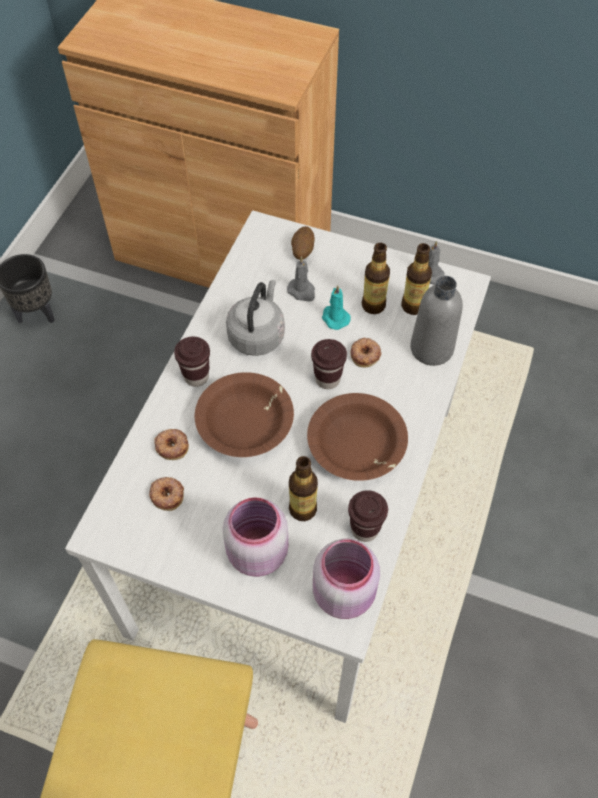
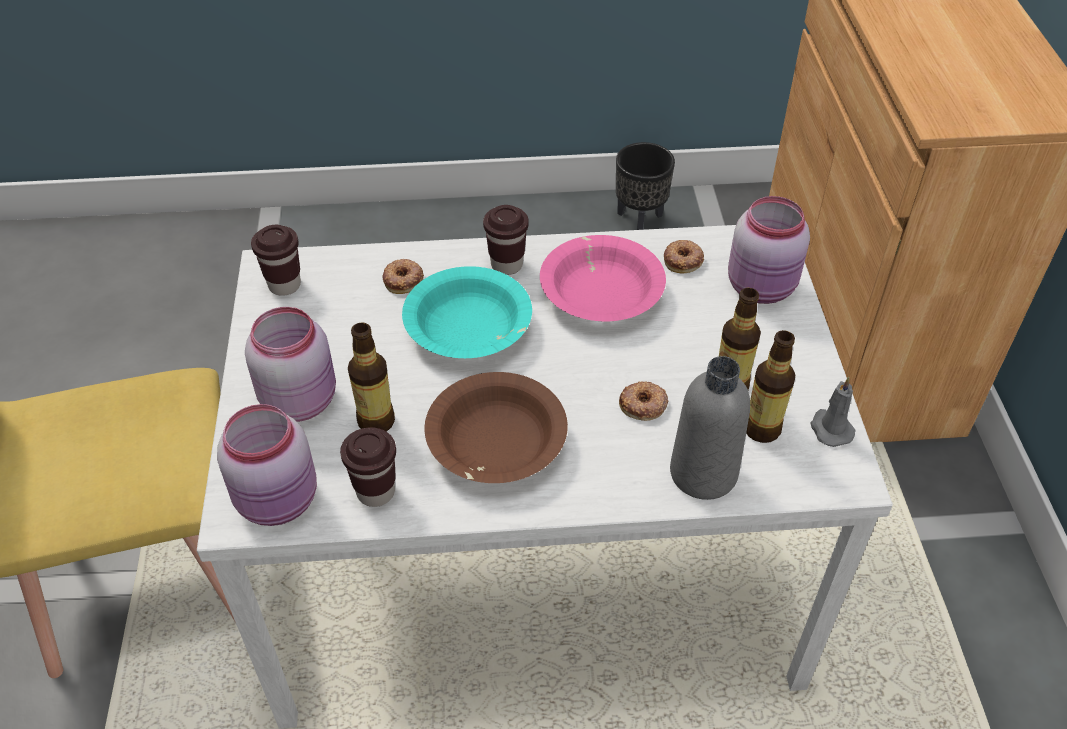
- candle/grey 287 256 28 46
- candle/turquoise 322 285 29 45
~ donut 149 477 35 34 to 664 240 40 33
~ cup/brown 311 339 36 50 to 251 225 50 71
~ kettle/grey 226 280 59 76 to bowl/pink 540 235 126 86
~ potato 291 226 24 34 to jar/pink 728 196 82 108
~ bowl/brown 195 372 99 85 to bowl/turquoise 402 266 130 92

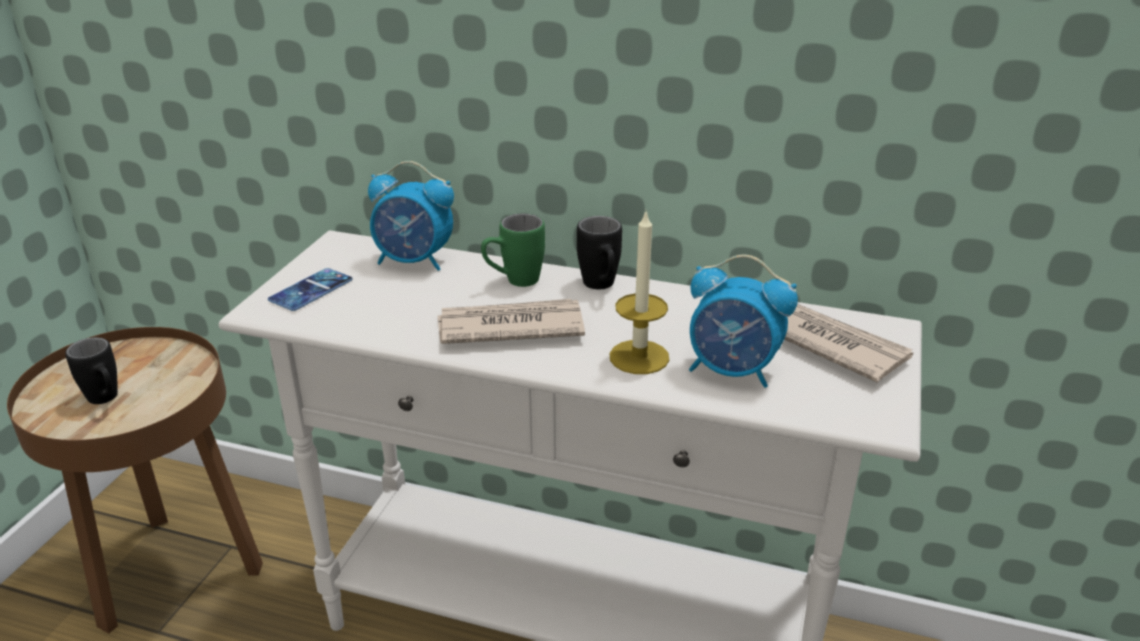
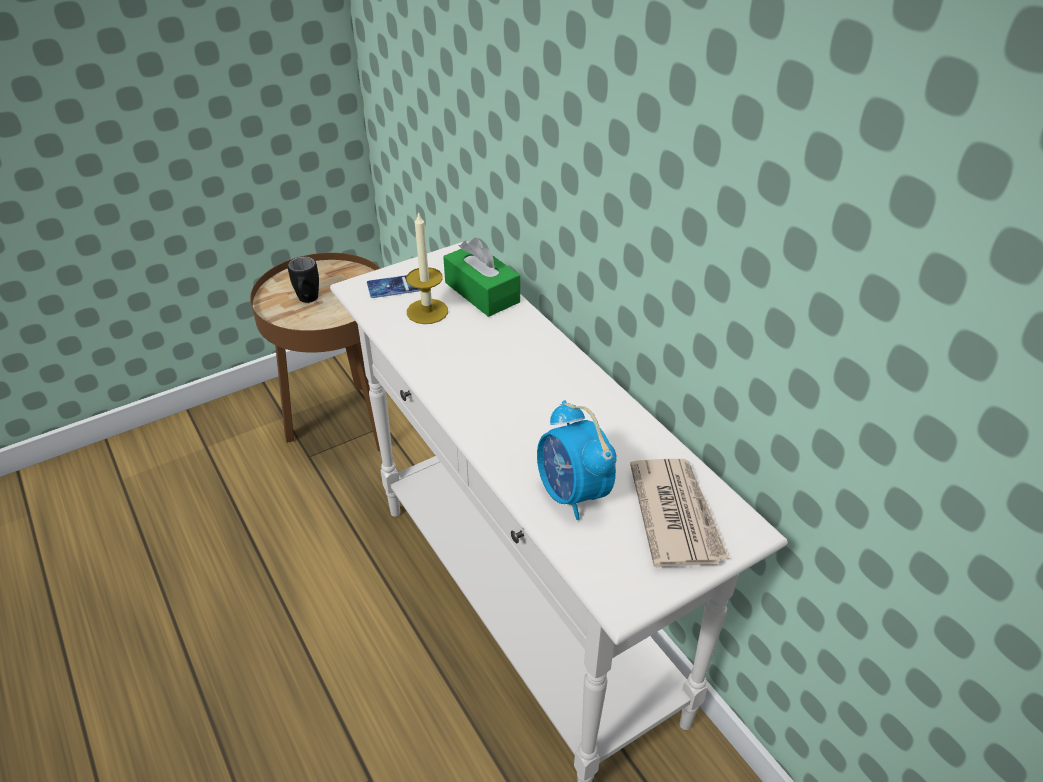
- newspaper 437 299 148 45
- mug/green 481 213 64 74
- mug/black 577 216 45 73
~ candle 610 212 59 162 to 406 211 42 113
~ alarm clock 368 161 86 110 to tissue box/green 443 238 77 79

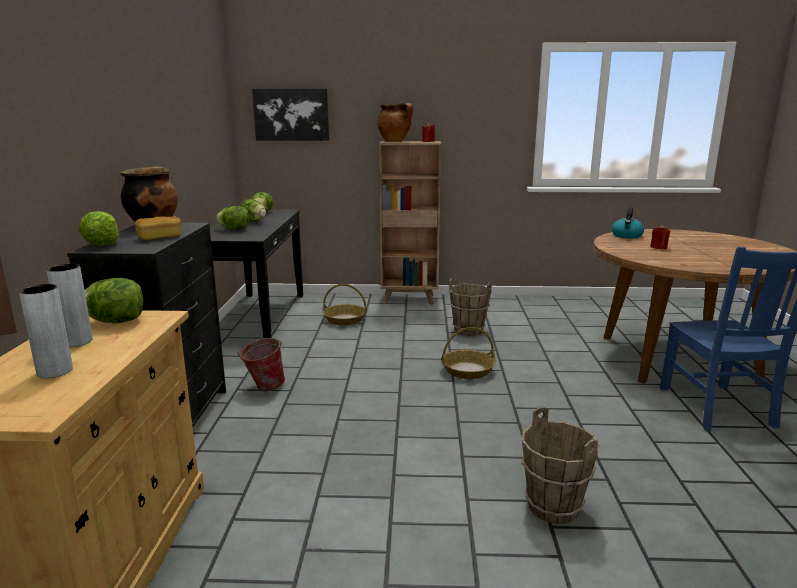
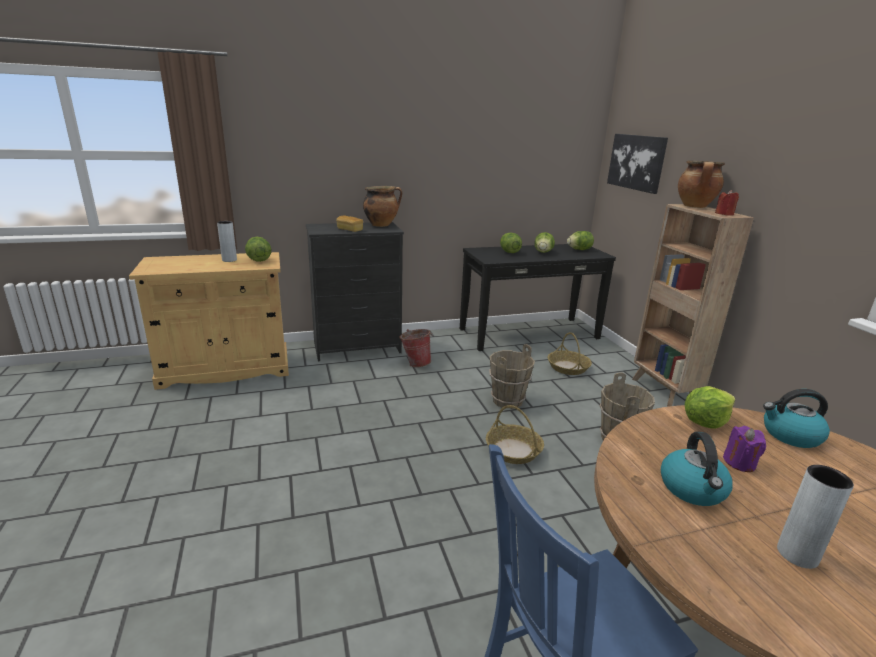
+ kettle 661 431 72 75
~ vase/grey 19 284 54 94 to 777 465 77 104
~ lettuce 79 211 40 35 to 685 386 51 43
~ bucket/brown 522 407 78 117 to 489 344 46 65
~ candle/red 650 225 21 24 to candle/purple 723 426 43 46

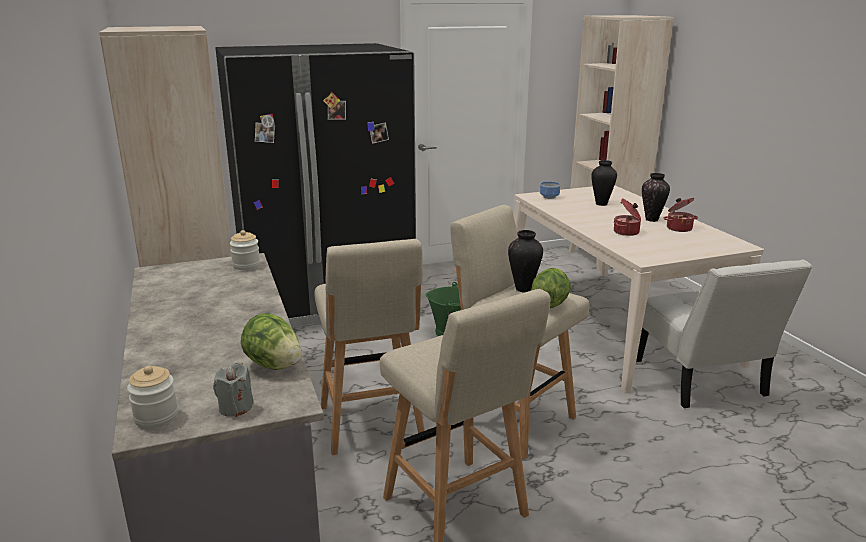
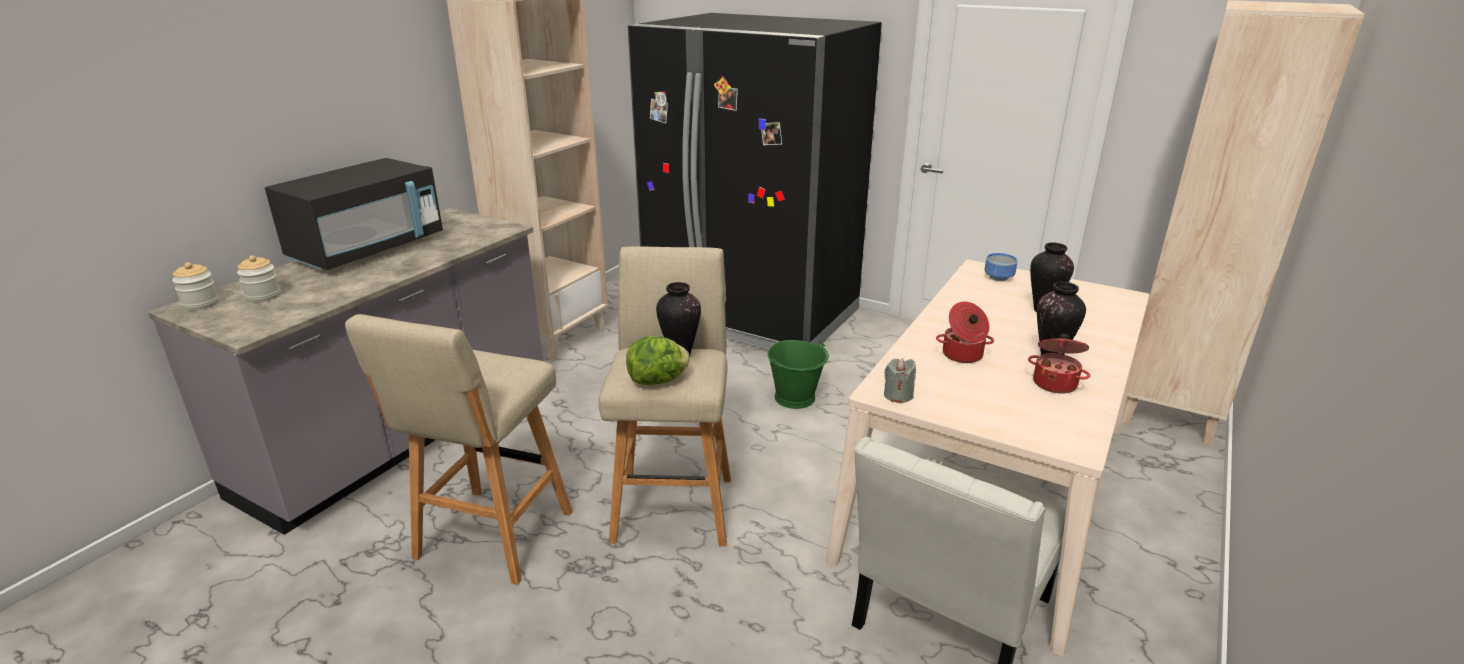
- lettuce 241 313 61 57
- stool/beige 314 239 111 216
+ microwave/black 265 158 178 112
~ candle/grey 213 362 41 55 to 884 358 32 45
~ jar 230 230 30 40 to 237 255 44 48

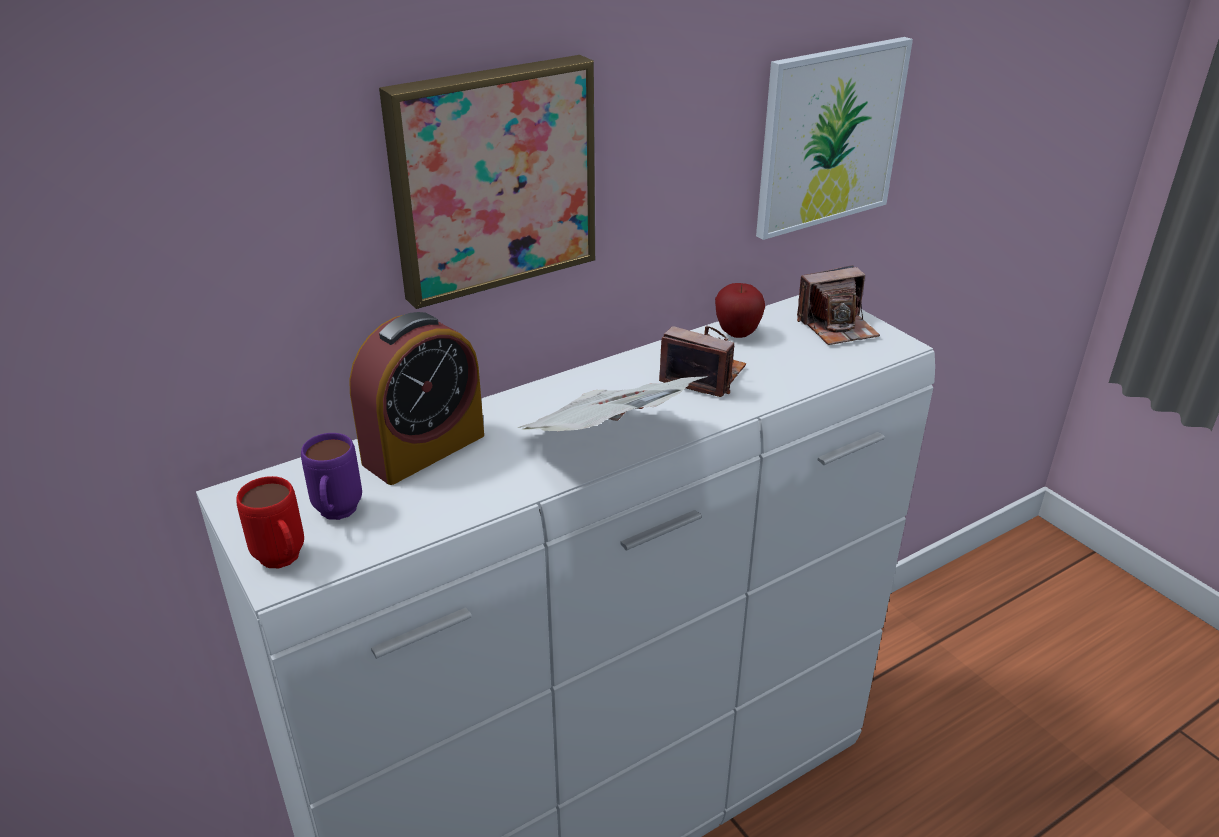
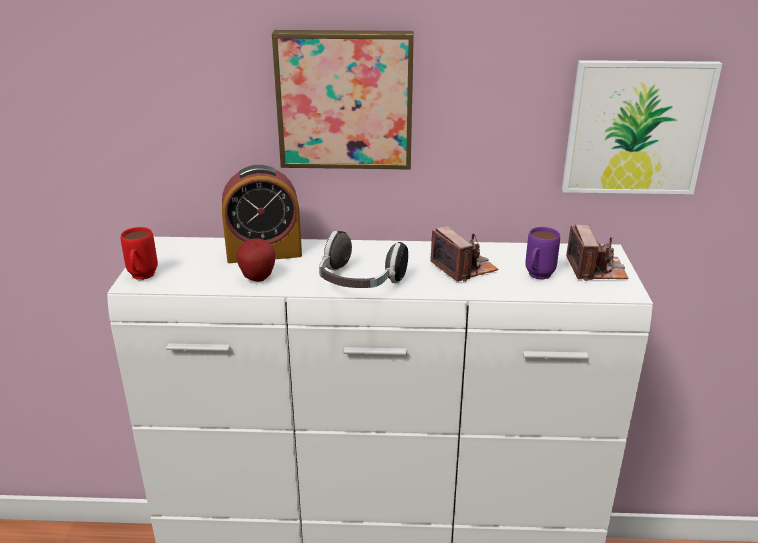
~ mug/purple 301 433 61 87 to 525 227 35 53
~ apple 715 283 50 55 to 236 238 39 44
~ newspaper 517 376 191 55 to headphones 319 231 89 57
~ photo camera 797 265 83 80 = 566 225 62 56 105 degrees counterclockwise

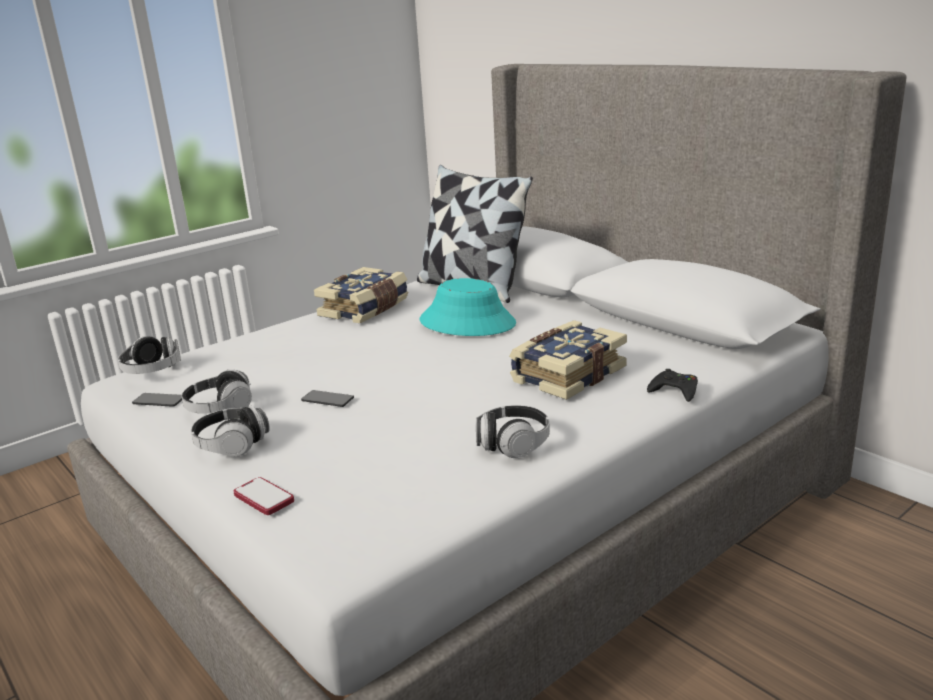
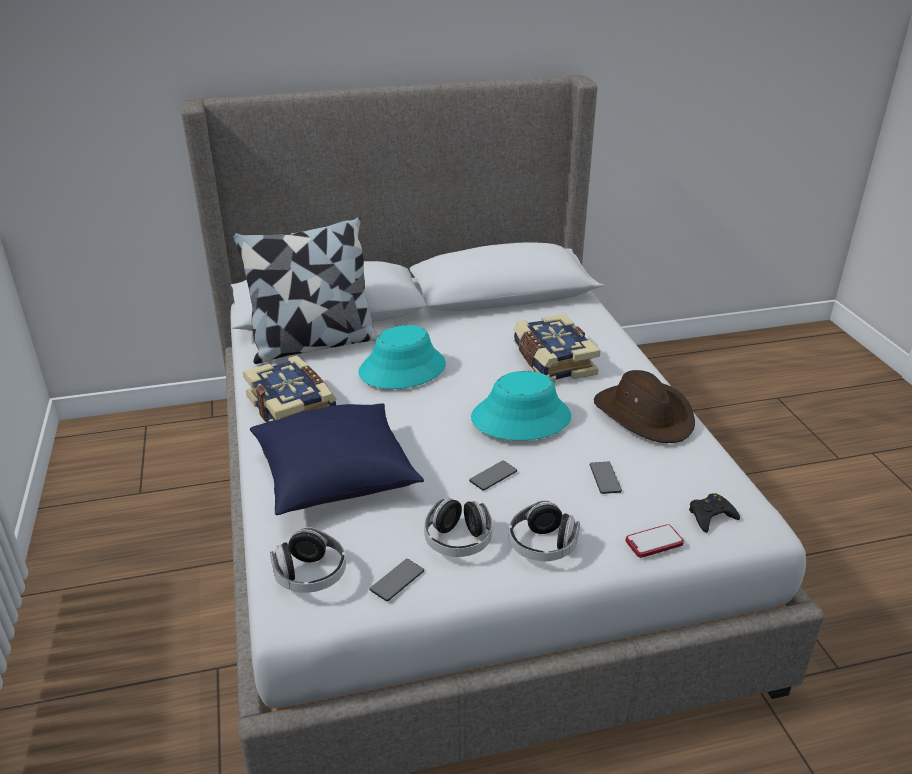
+ pillow/blue 250 403 174 112
+ hat/turquoise 471 371 100 69
+ phone 590 462 32 32
~ game controller/black 647 369 51 33 to 689 493 51 40
~ headphones 476 405 74 53 to hat/brown 594 370 101 73

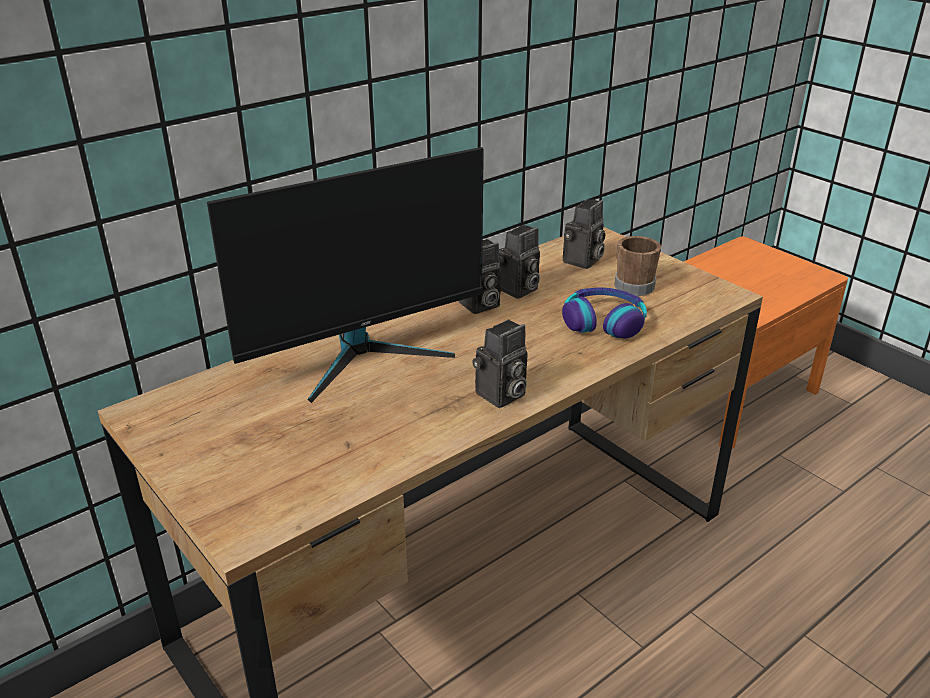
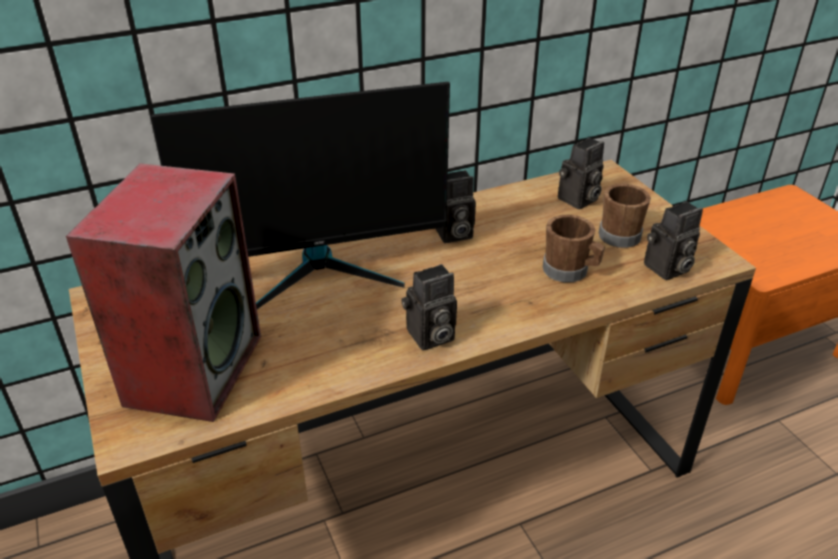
+ speaker 66 163 195 259
~ photo camera 499 225 41 74 to 644 201 59 79
~ headphones 562 288 85 51 to mug/brown 543 215 62 67

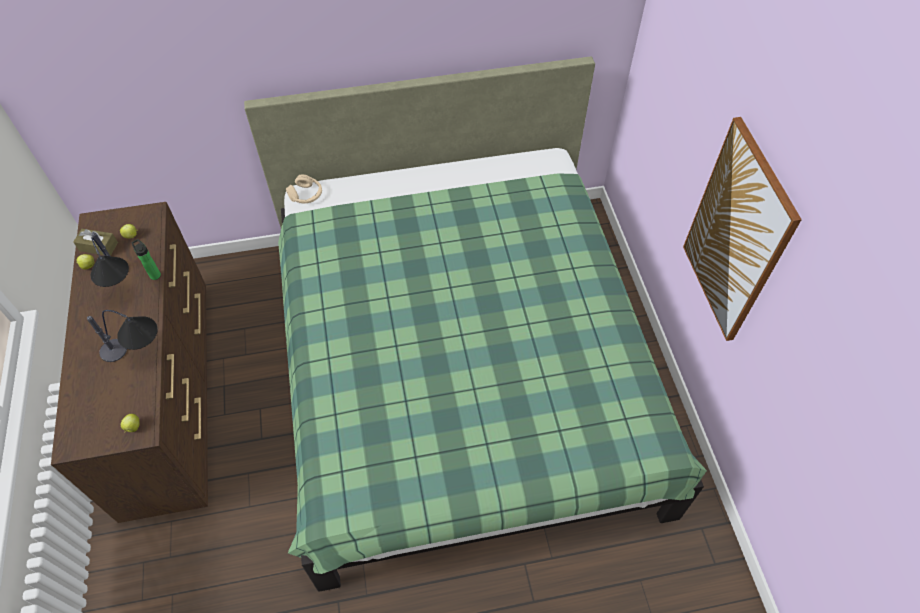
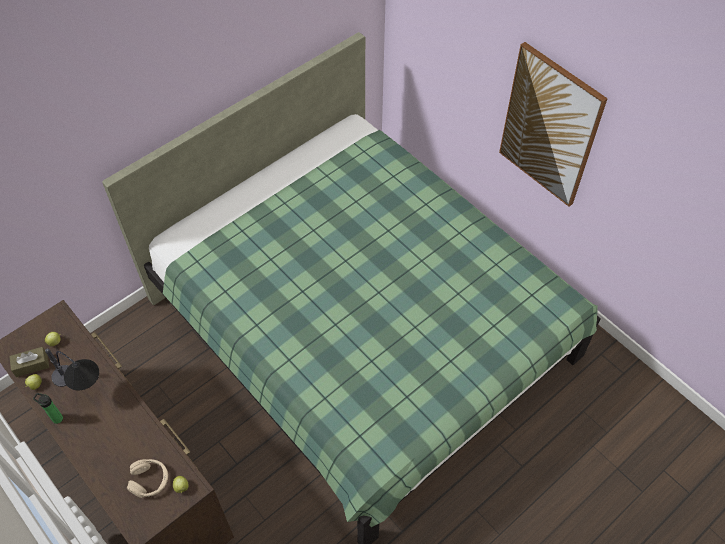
- table lamp 87 310 71 52
~ bottle 132 239 29 41 to 33 393 30 31
~ headphones/beige 286 174 36 29 to 127 459 41 39

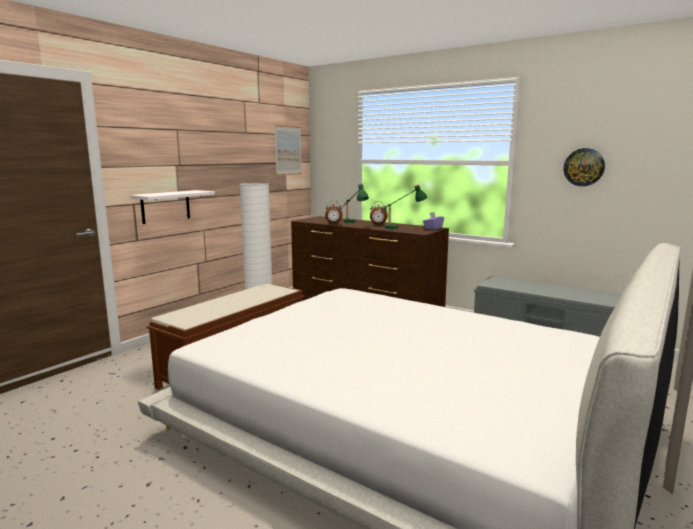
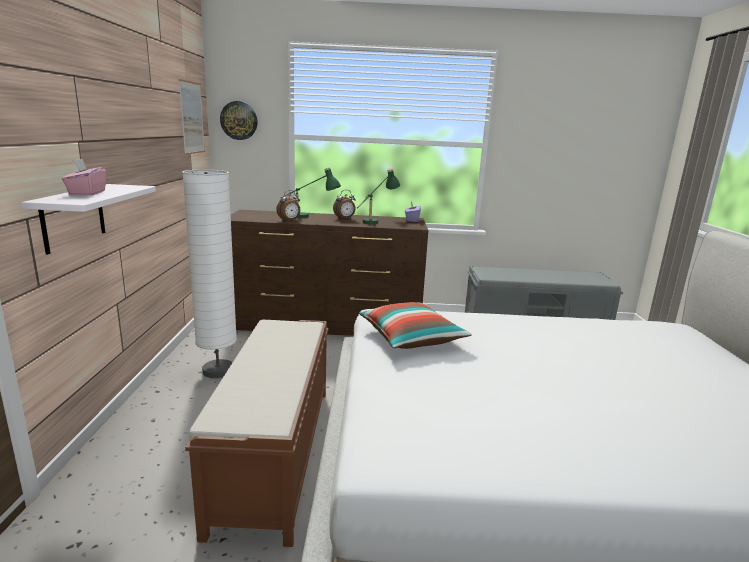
+ tissue box/pink 62 159 44 37
+ pillow 359 302 113 47
~ wall clock 564 148 41 38 to 220 101 38 39

